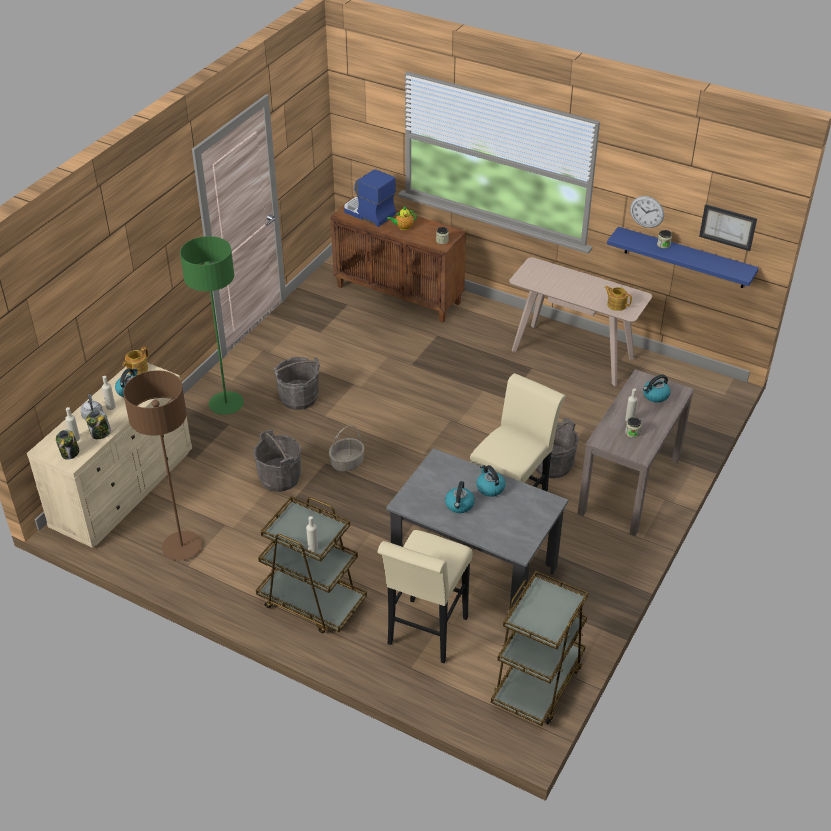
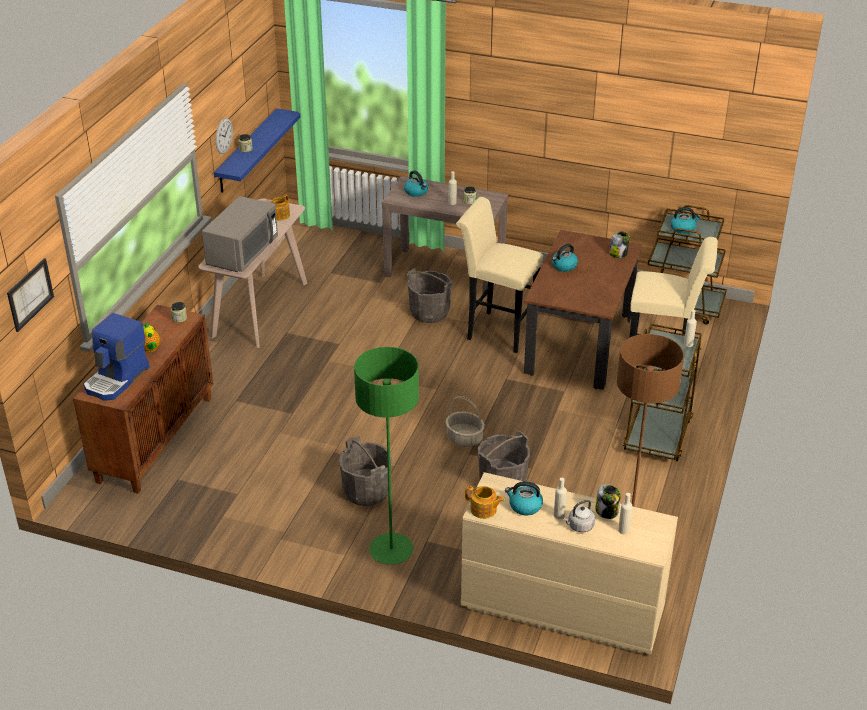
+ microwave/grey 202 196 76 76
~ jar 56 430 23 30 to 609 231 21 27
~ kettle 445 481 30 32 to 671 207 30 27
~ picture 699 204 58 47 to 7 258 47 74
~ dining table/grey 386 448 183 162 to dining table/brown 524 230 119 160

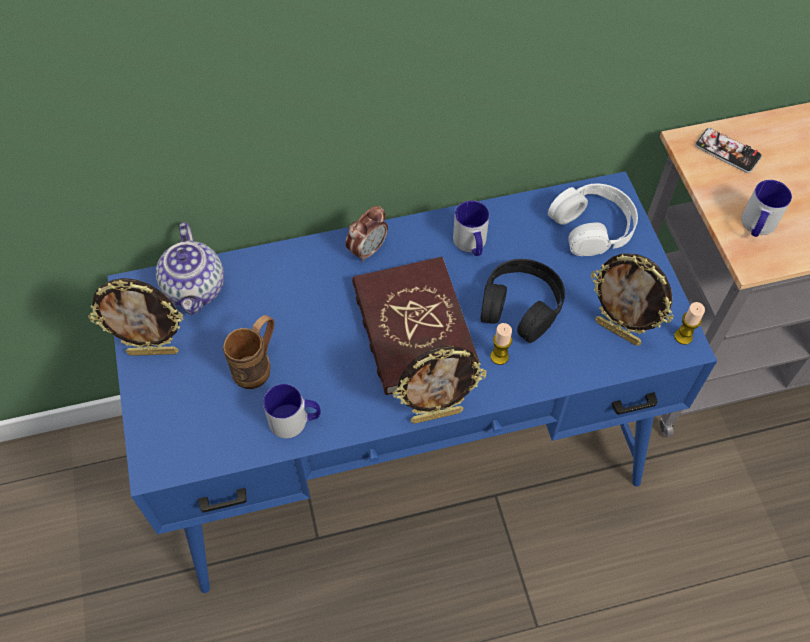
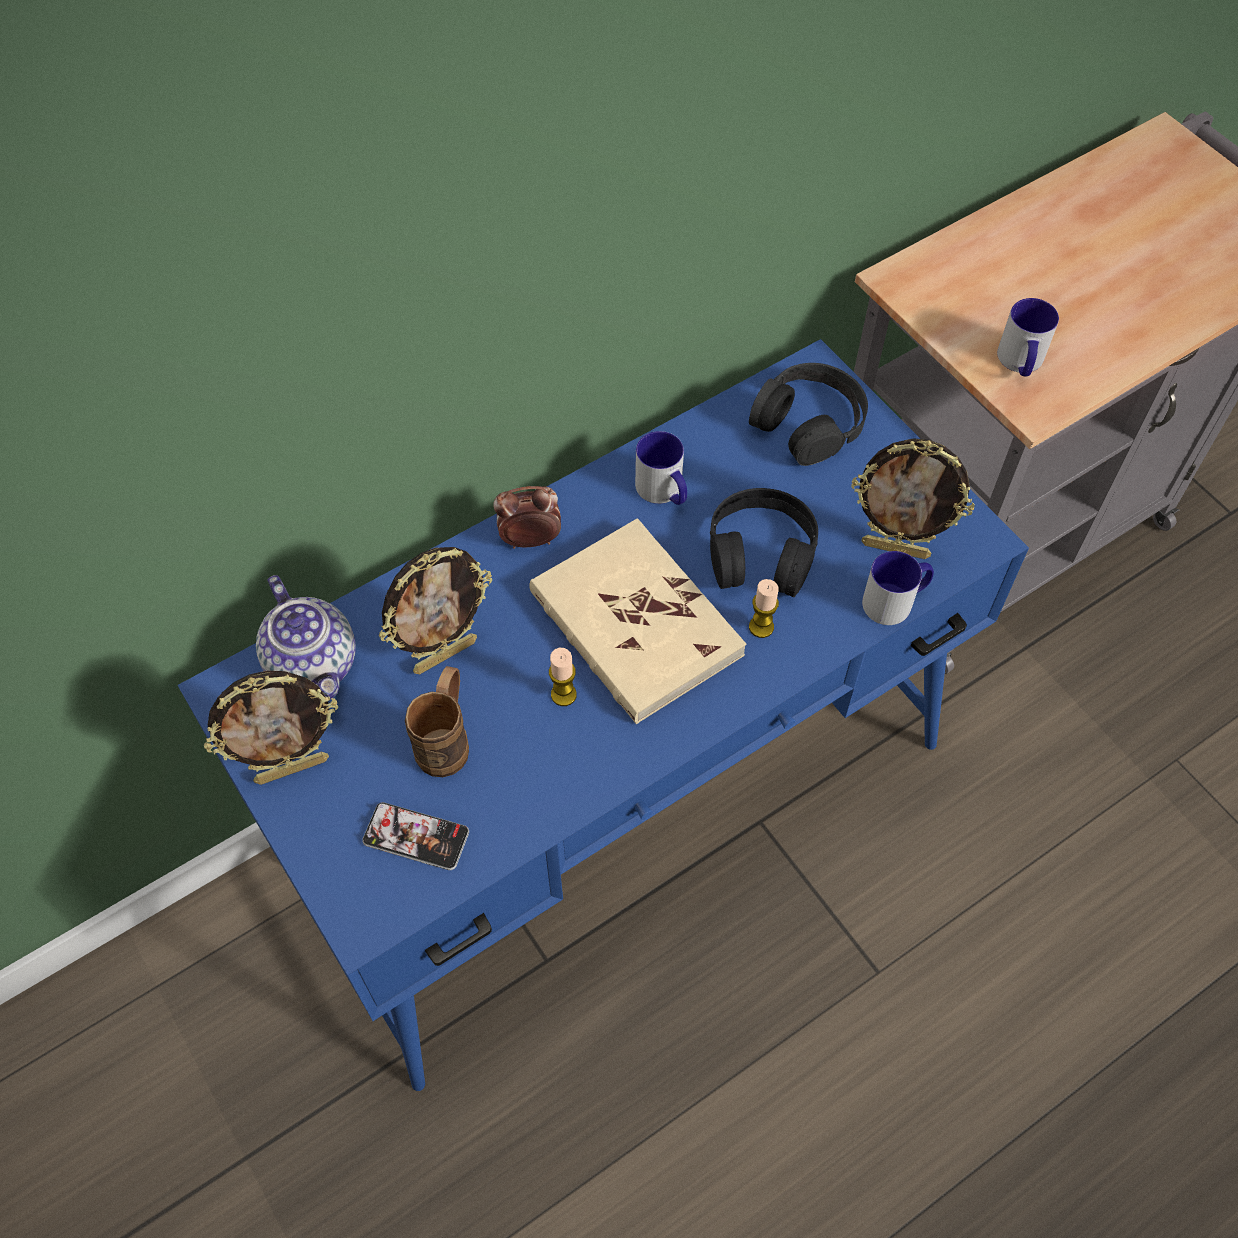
~ mug 263 384 58 54 to 862 551 72 74
~ picture frame 393 345 94 79 to 378 547 114 127
~ candle 674 302 31 43 to 549 648 28 58
~ phone 695 128 67 45 to 362 802 107 68
~ book/red 352 257 128 138 to book/beige 529 519 217 205
~ headphones/white 548 184 90 72 to headphones/black 749 363 119 103
~ alarm clock 345 205 43 58 = 493 486 68 63 120 degrees counterclockwise

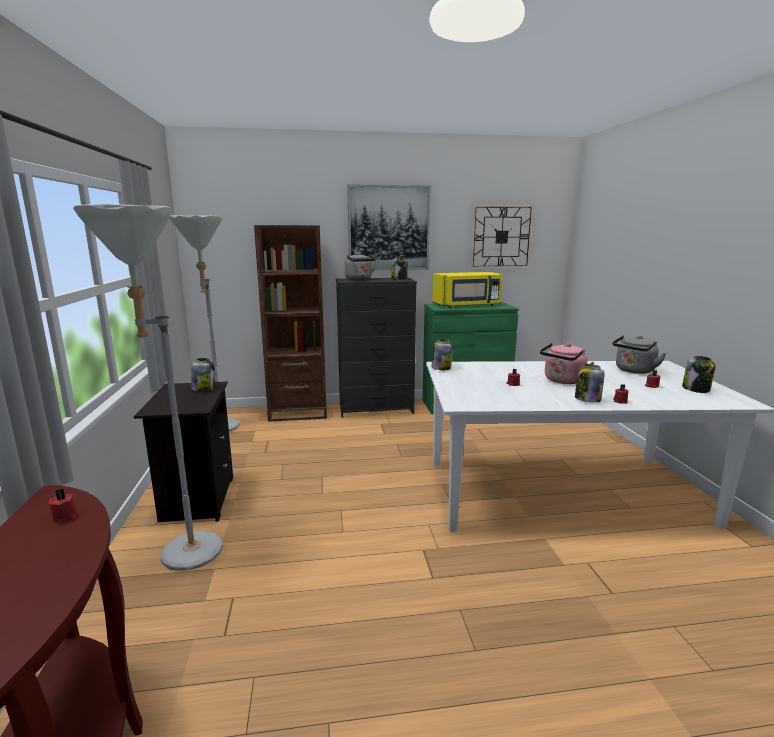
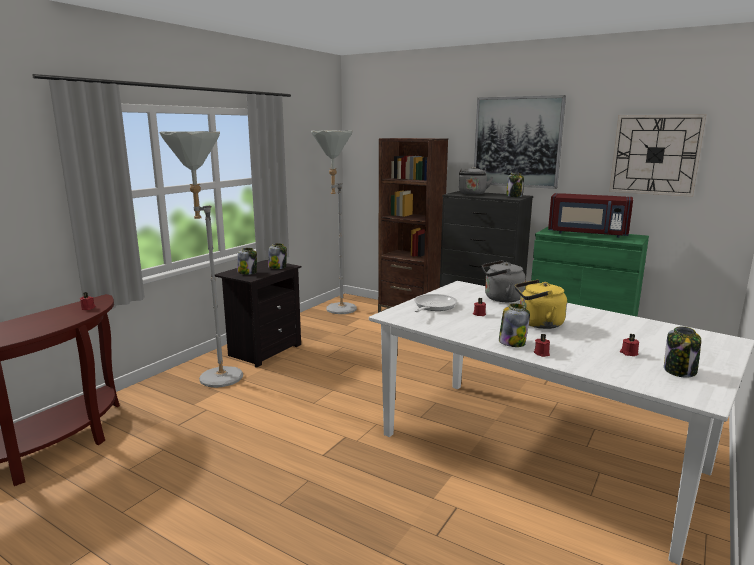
+ frying pan 414 294 43 18
~ jar 431 339 22 31 to 238 248 19 27
~ kettle/grey 612 335 54 39 to 482 260 44 42
~ microwave/yellow 432 272 71 36 to microwave/red 548 193 85 45
~ kettle/pink 540 343 55 41 to kettle/yellow 515 280 52 49

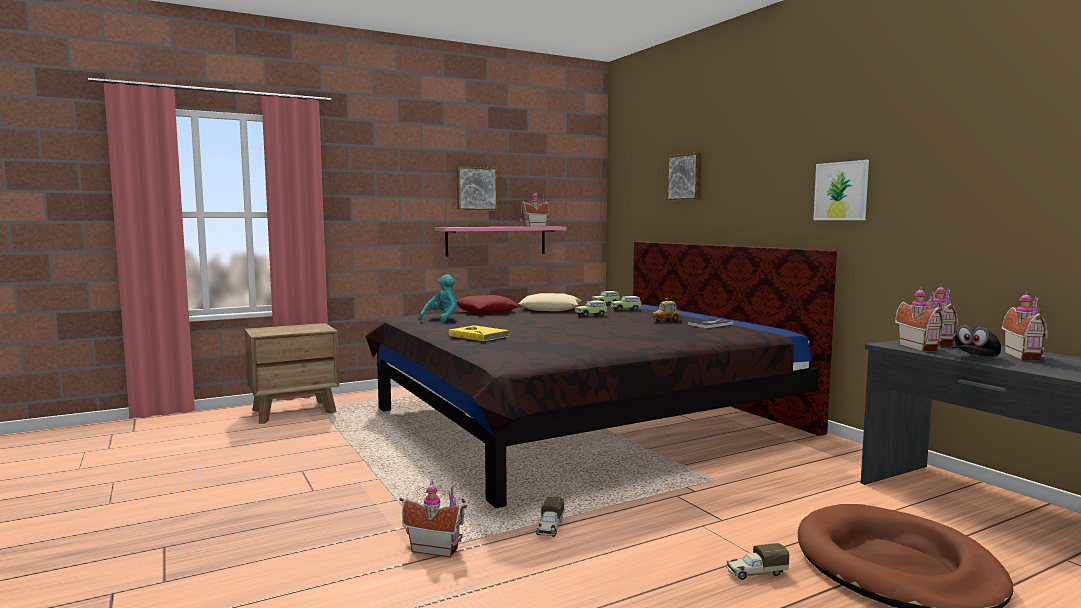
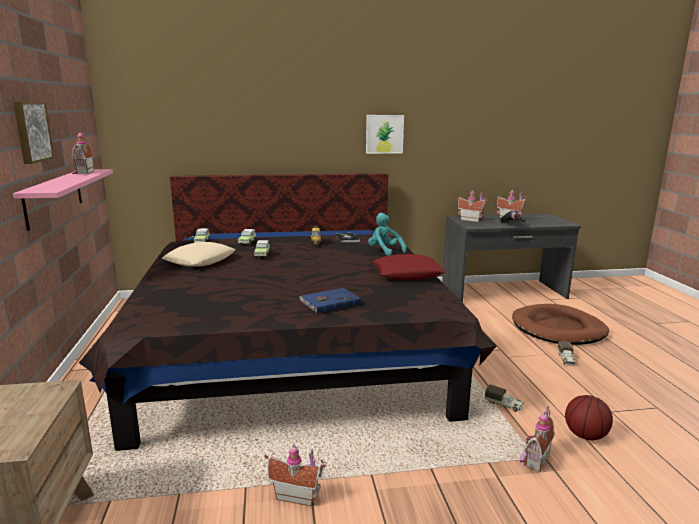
- picture 667 152 35 48
+ basketball 565 395 48 45
~ plush toy/turquoise 419 275 38 48 to 368 213 39 43
~ pillow/red 457 295 61 19 to 372 254 74 26
~ toy house 895 287 49 65 to 264 444 62 62
~ book/yellow 448 325 62 17 to book/blue 299 288 62 26

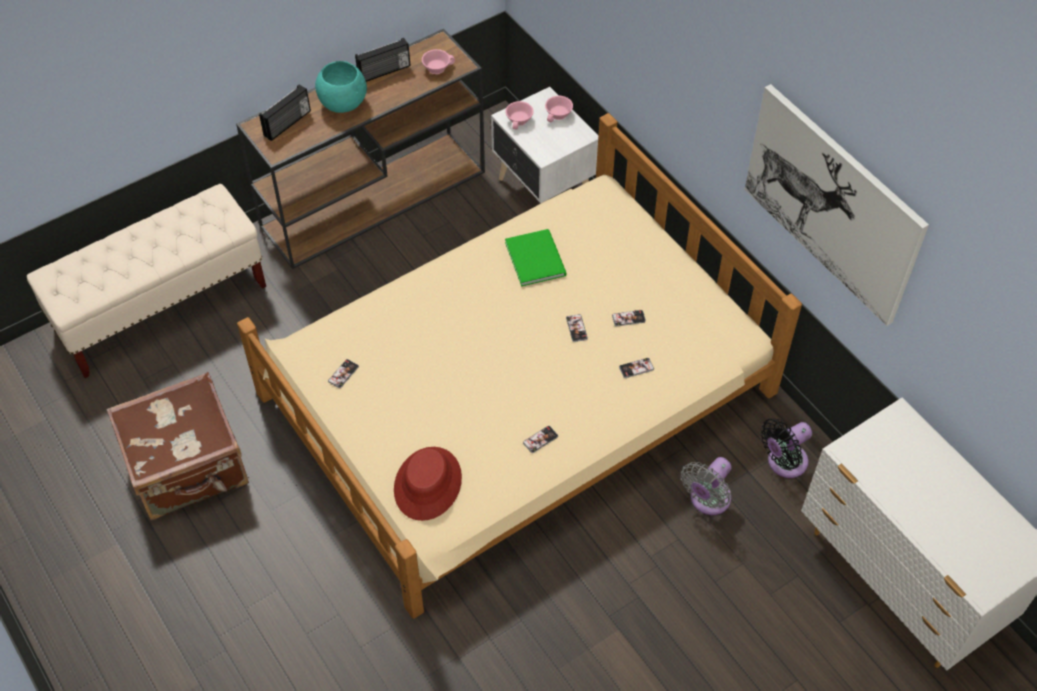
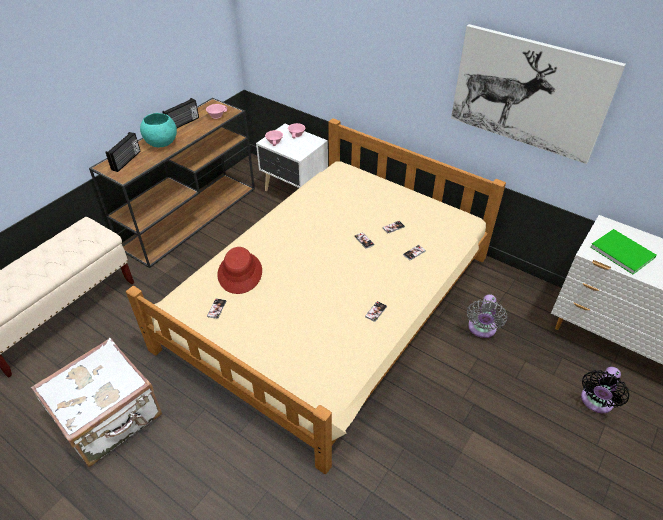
~ hat/red 394 447 68 74 to 217 247 45 47
~ book/green 505 229 62 57 to 590 229 67 45
~ fan/black 761 418 51 60 to 581 367 48 46
~ suitcase/brown 106 372 143 148 to suitcase/white 31 338 131 129

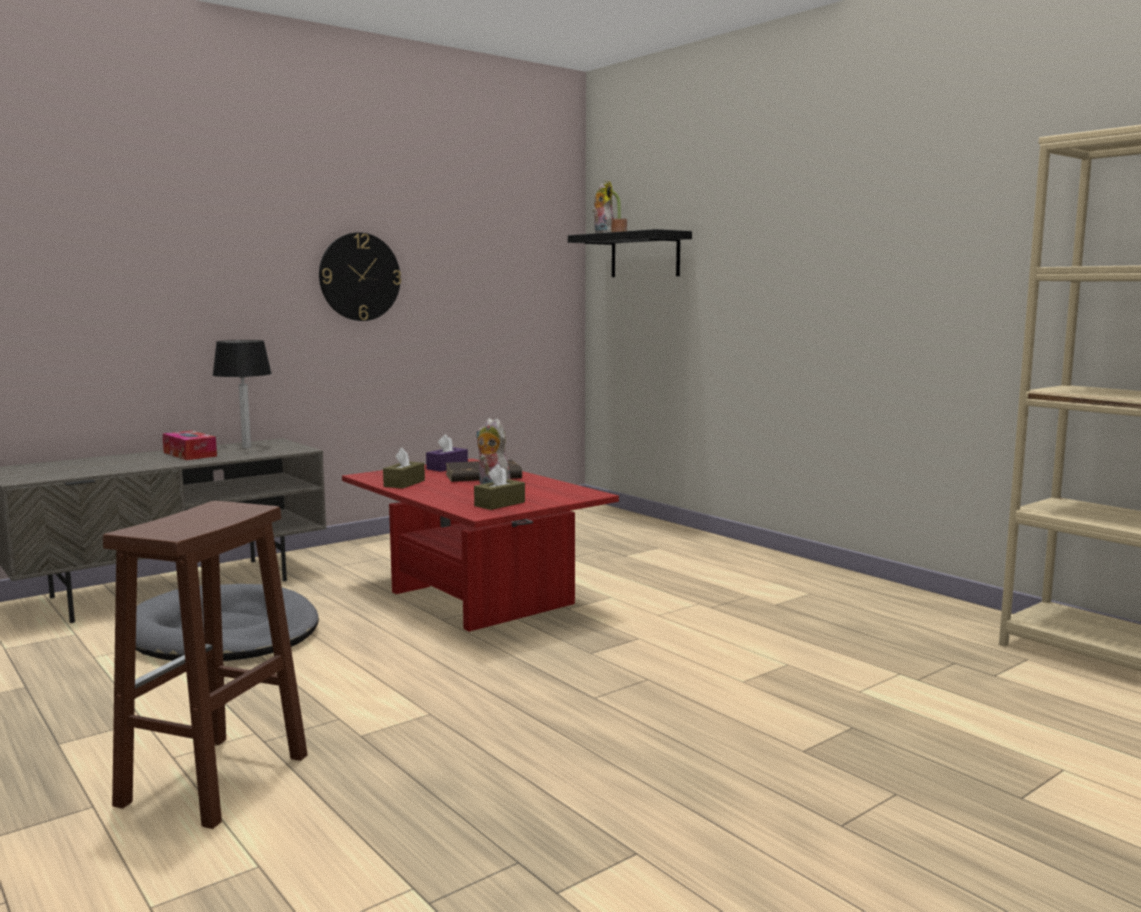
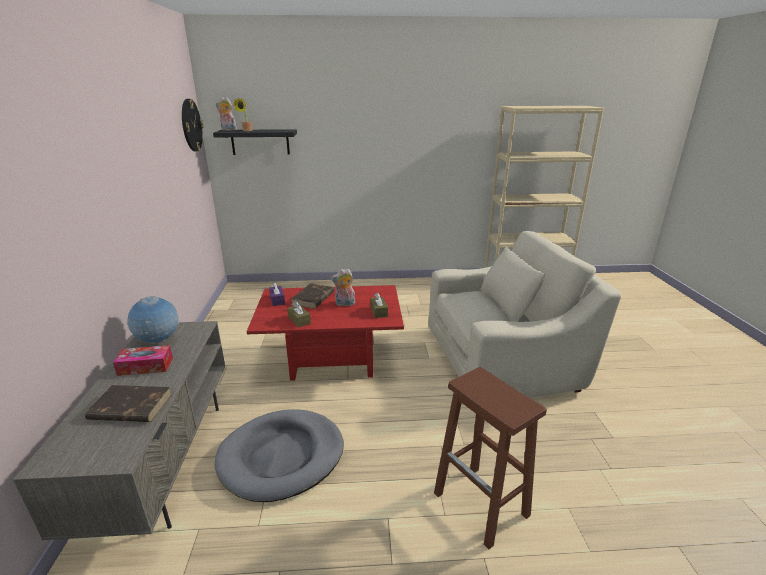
+ book/brown 85 385 87 37
+ armchair/beige 429 231 192 167
~ wall clock 319 232 82 89 to 182 99 21 53
~ table lamp 212 340 60 108 to globe 127 296 52 48

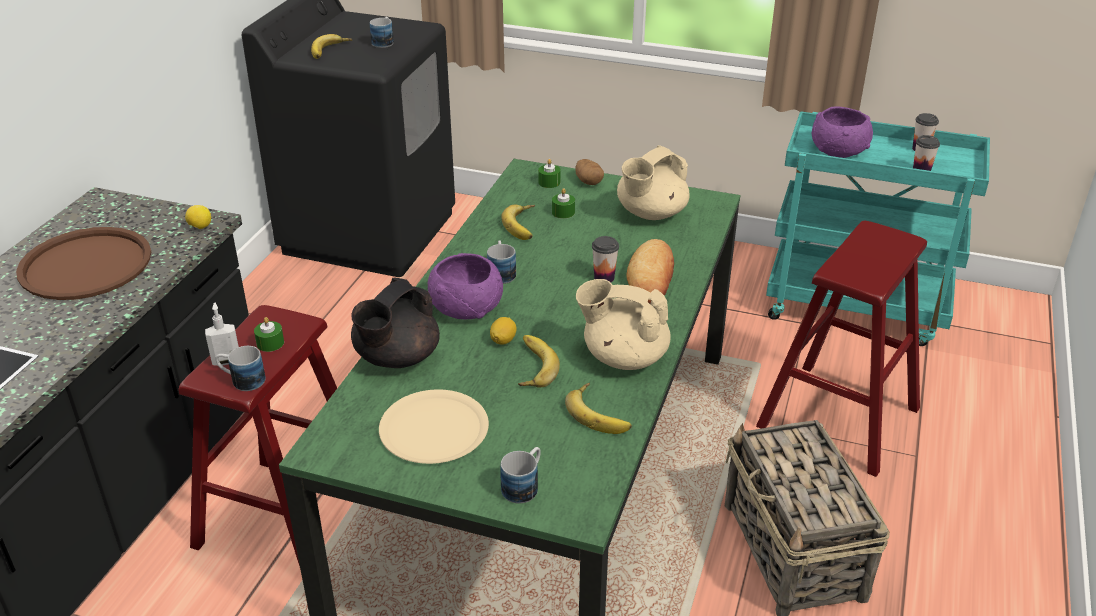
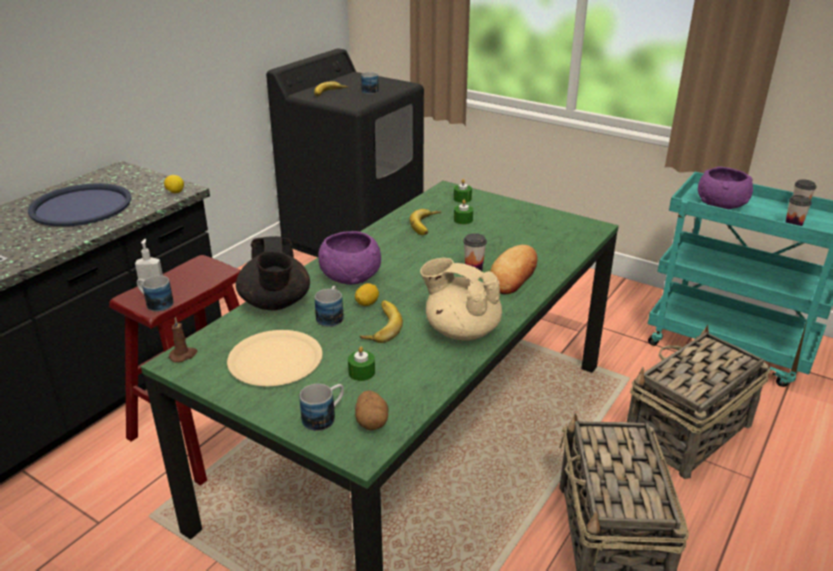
- banana 565 383 67 51
- teapot/beige 617 145 72 75
+ candle/brown 169 317 29 46
~ candle/green 254 317 30 35 to 348 346 27 35
~ mug 487 240 29 44 to 315 286 29 41
~ potato 575 159 29 26 to 355 390 33 40
~ stool/red 756 221 171 256 to basket 627 325 143 154
~ tray/brown 16 227 135 73 to tray/blue 28 183 104 44
~ teapot/black 351 278 89 90 = 236 236 74 74 60 degrees counterclockwise

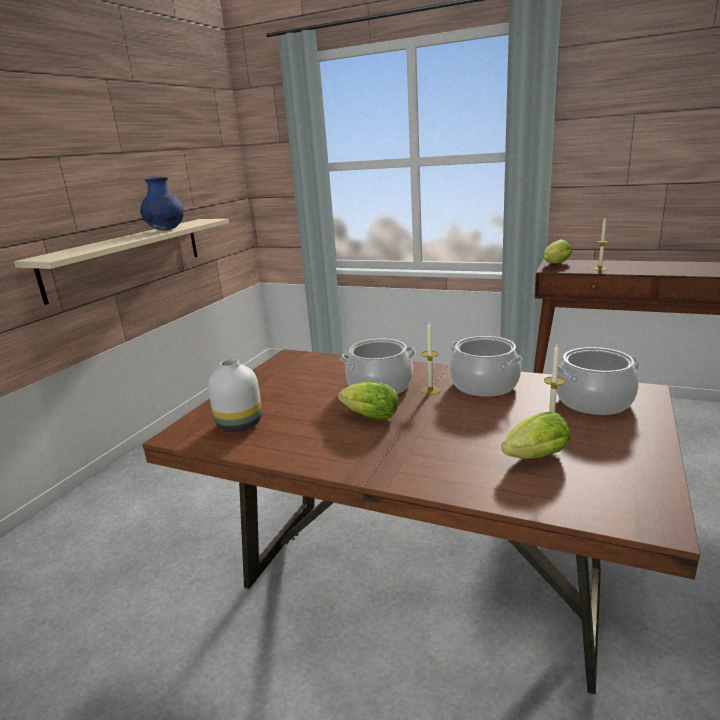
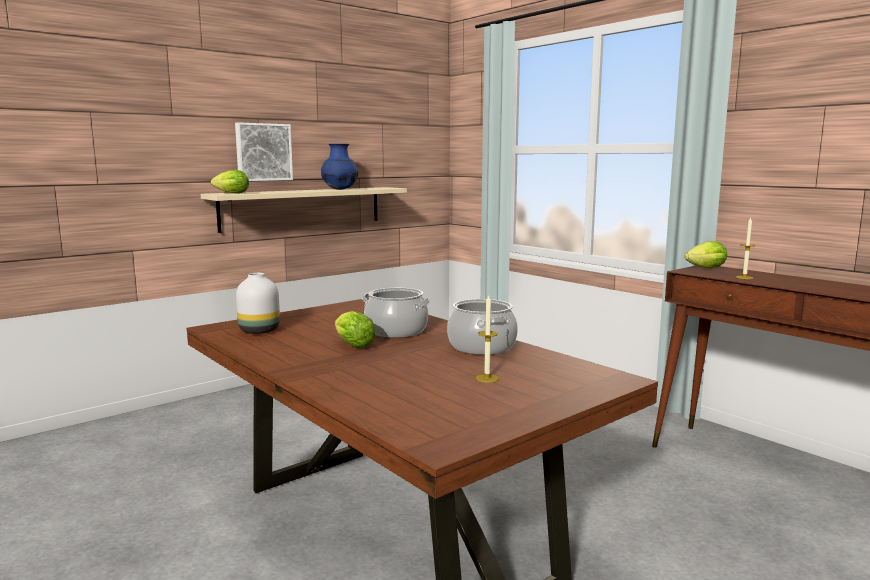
- candle 421 322 19 73
- cooking pot 557 347 83 68
+ picture 235 122 58 59
~ lettuce 502 412 68 47 to 211 170 38 24

